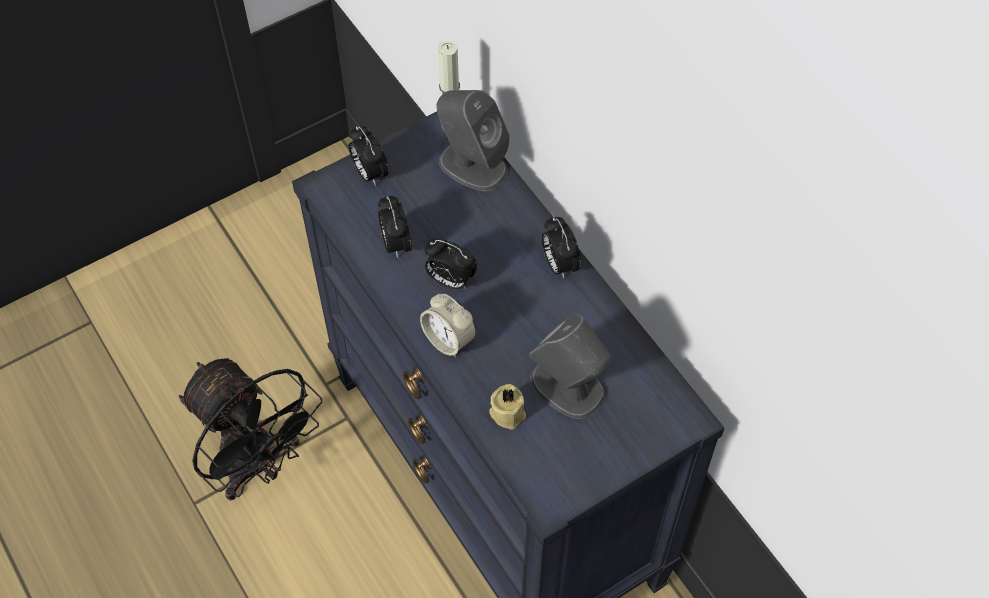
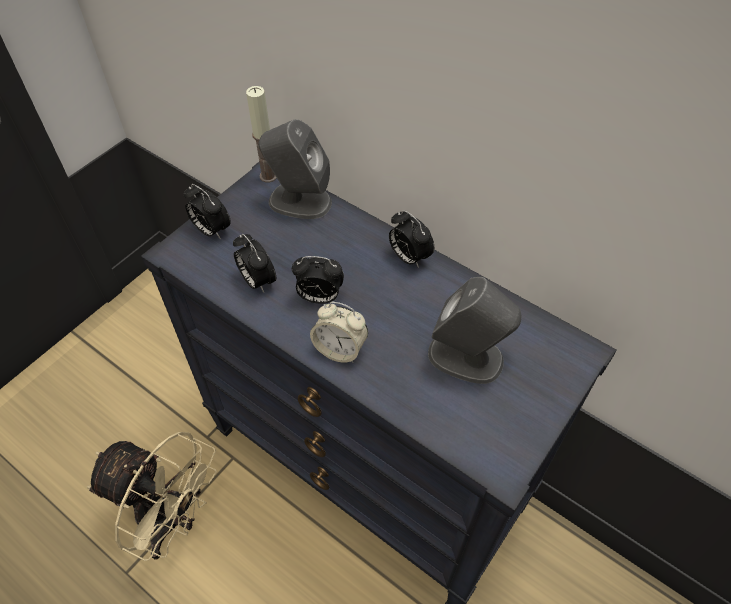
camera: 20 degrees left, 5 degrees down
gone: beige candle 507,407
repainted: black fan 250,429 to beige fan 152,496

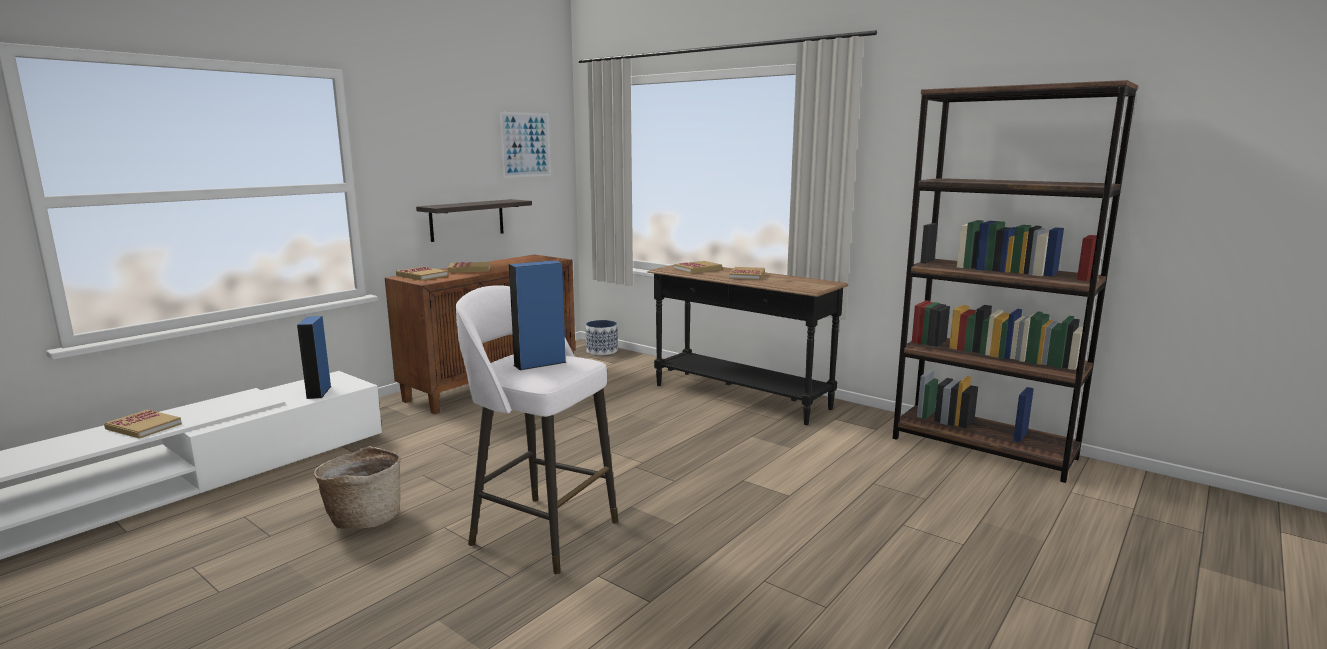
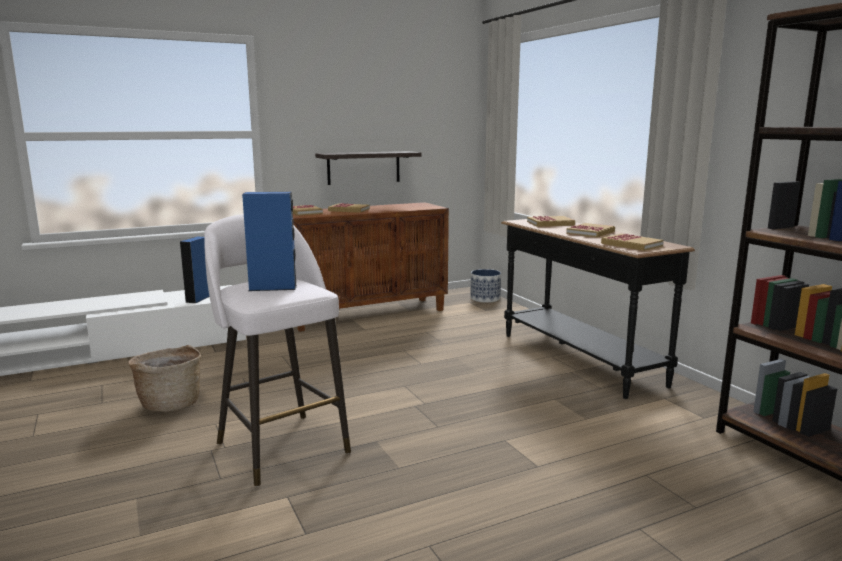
camera: 25 degrees right, 0 degrees up
gone: picture 525,145
shifted: book 143,424 to 632,242

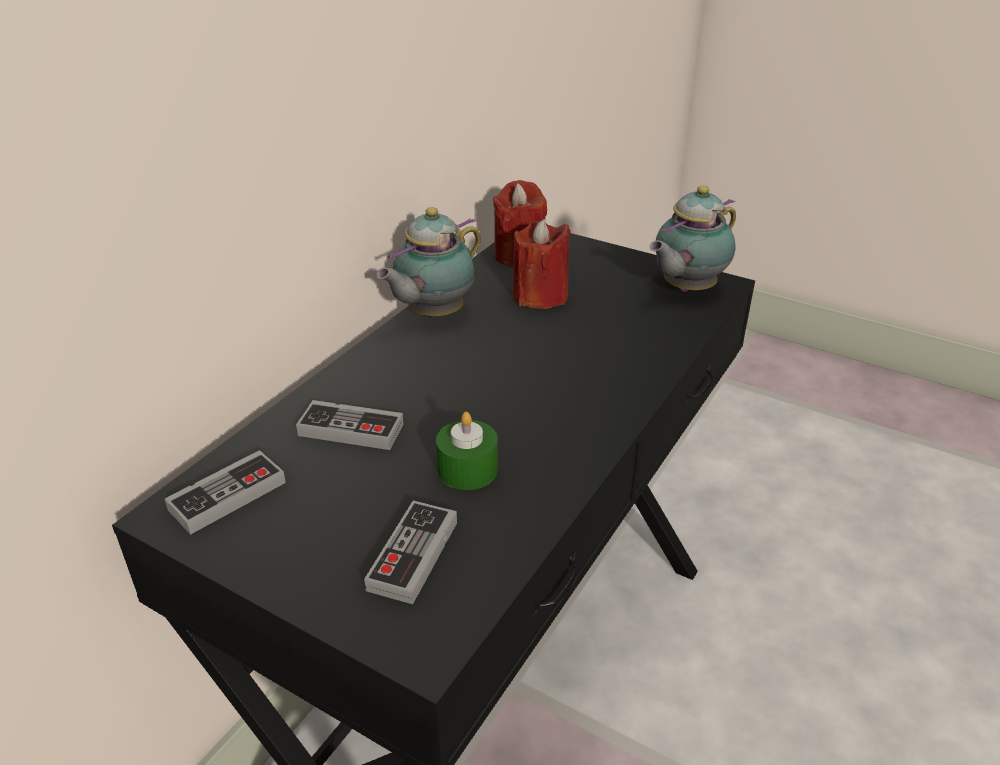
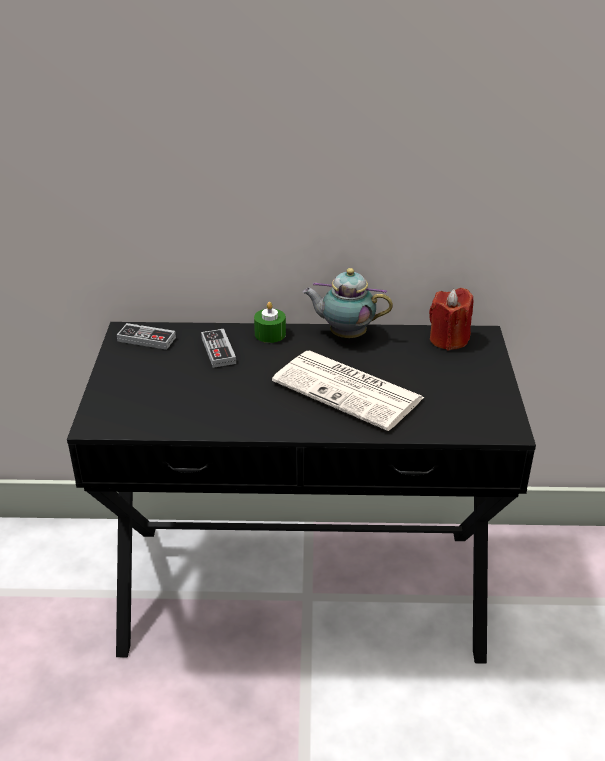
camera: 60 degrees right, 0 degrees up
gone: game controller 410,552; red candle 542,264; teapot 693,238
new: newspaper 348,391
shifted: green candle 467,451 to 270,322

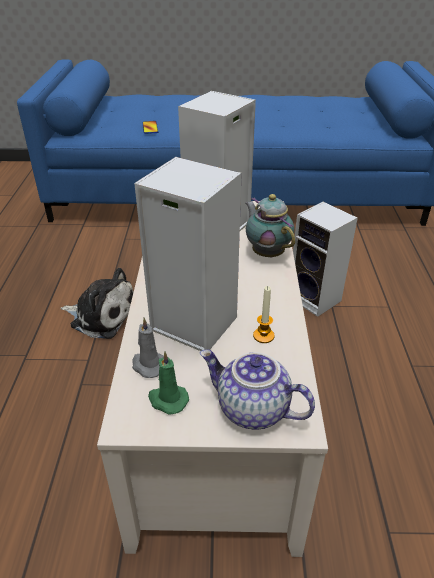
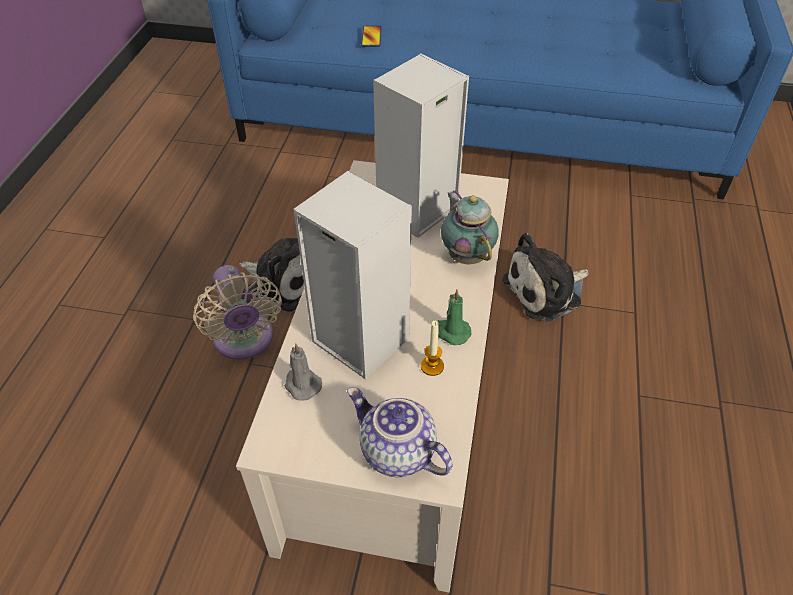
camera: 10 degrees right, 10 degrees up
new: beige fan 237,312
shifted: green candle 168,383 to 454,317
swapped: speaker 325,259 to plush toy 545,277

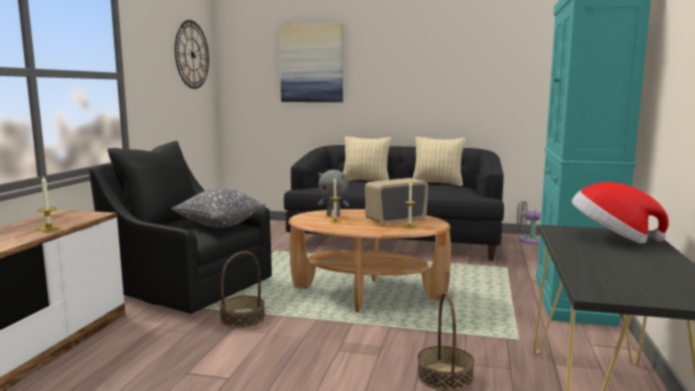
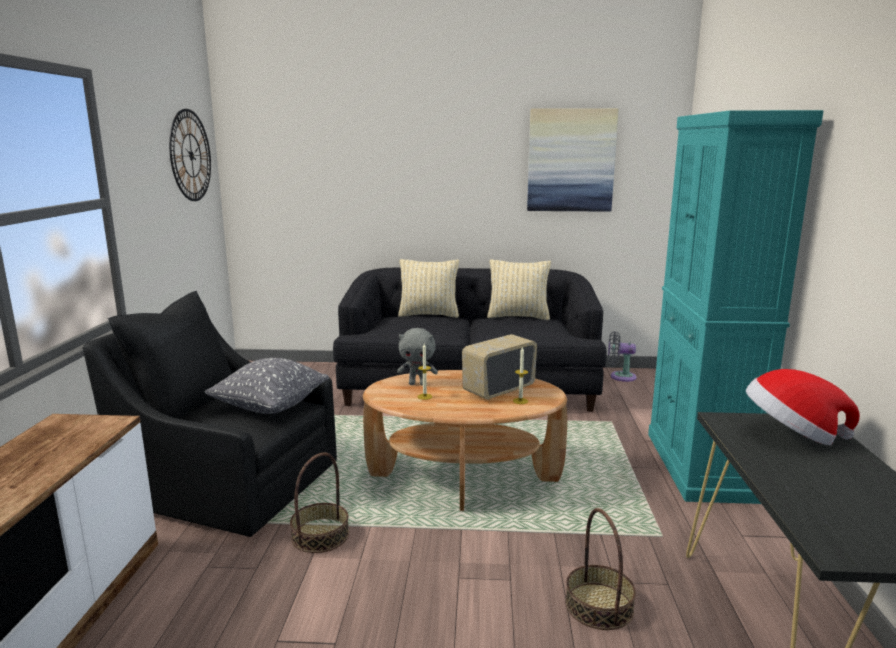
camera: 10 degrees left, 5 degrees up
gone: candle 48,203
shifted: picture 311,63 to 573,160

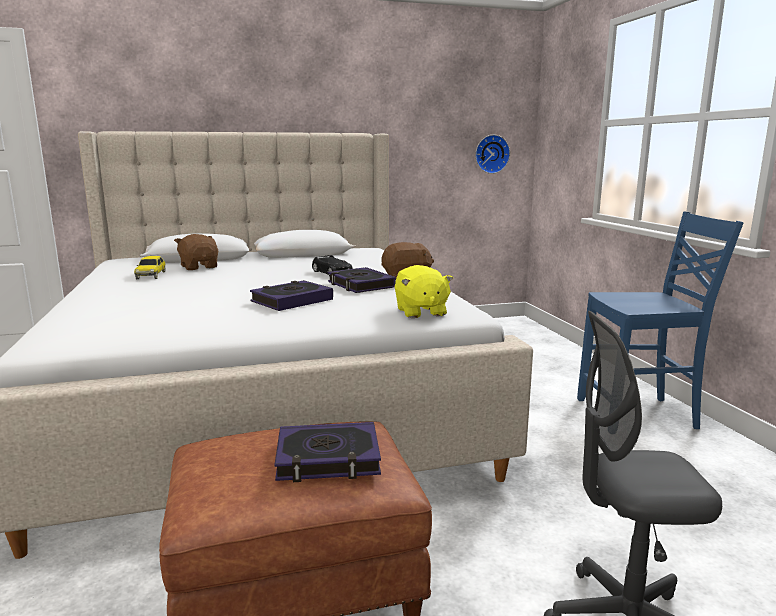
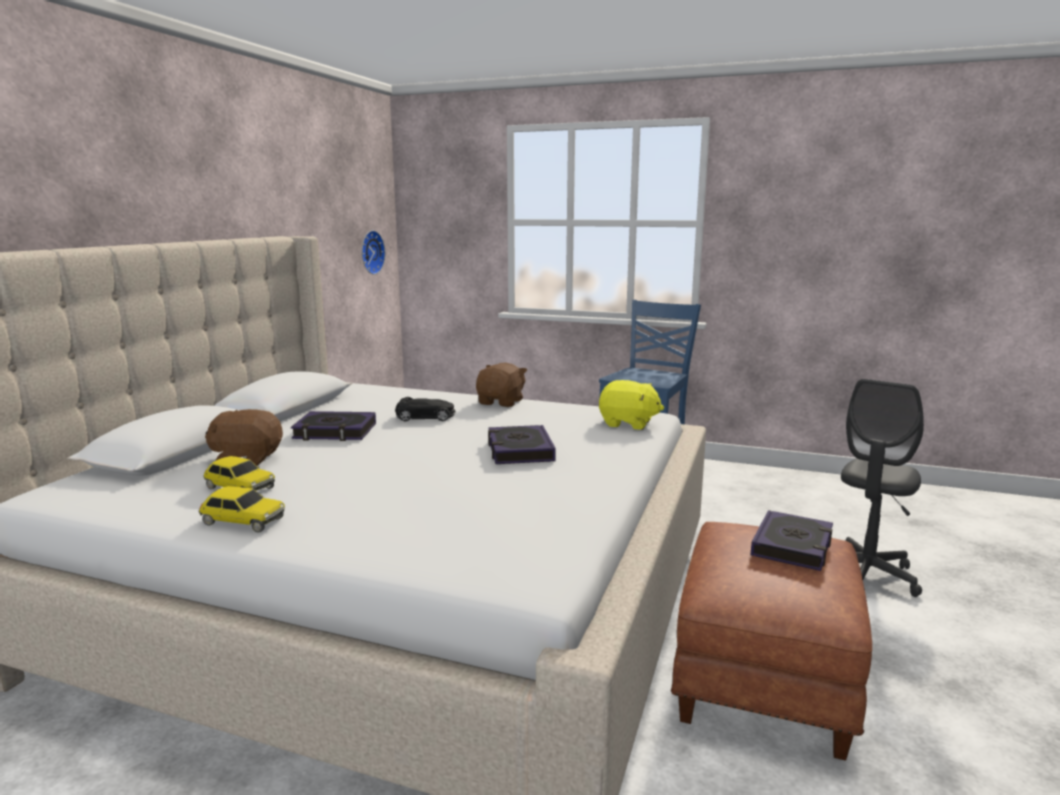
camera: 55 degrees left, 0 degrees up
new: toy car 241,509
shifted: book 362,280 to 333,426

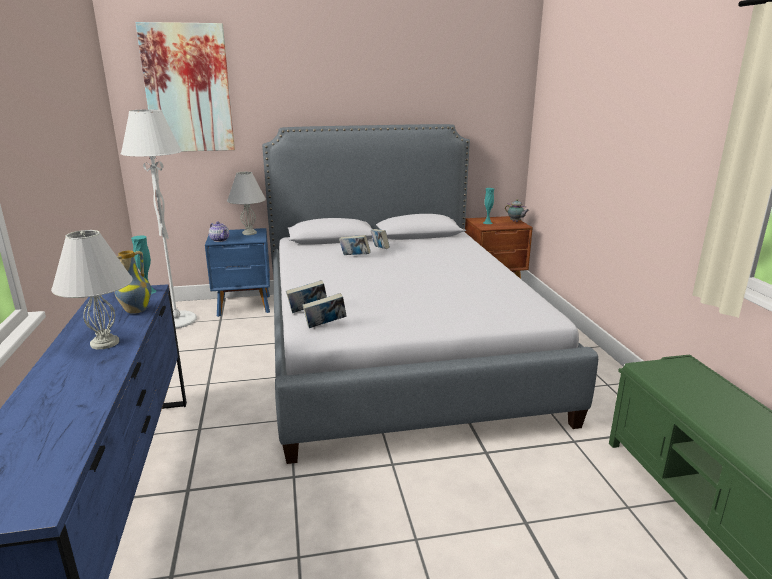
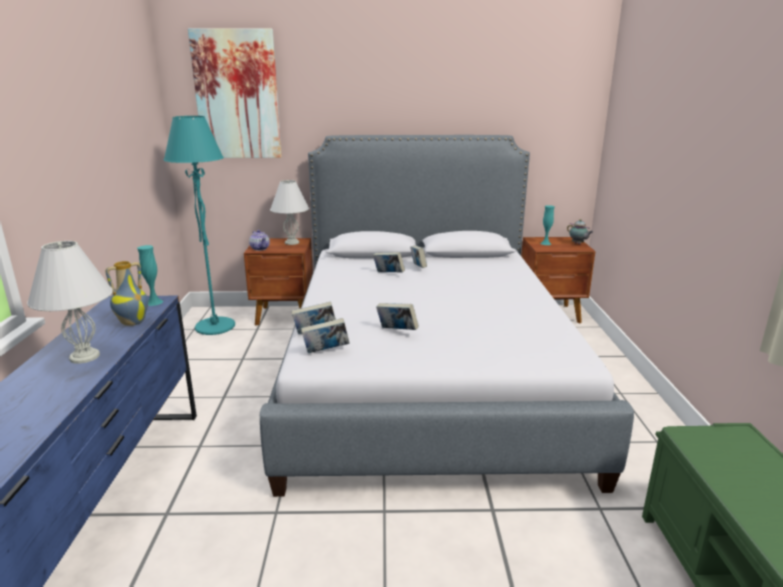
camera: 10 degrees right, 0 degrees up
new: book 397,316
repainted: white floor lamp 159,219 to turquoise floor lamp 199,225; blue nightstand 237,272 to brown nightstand 278,282

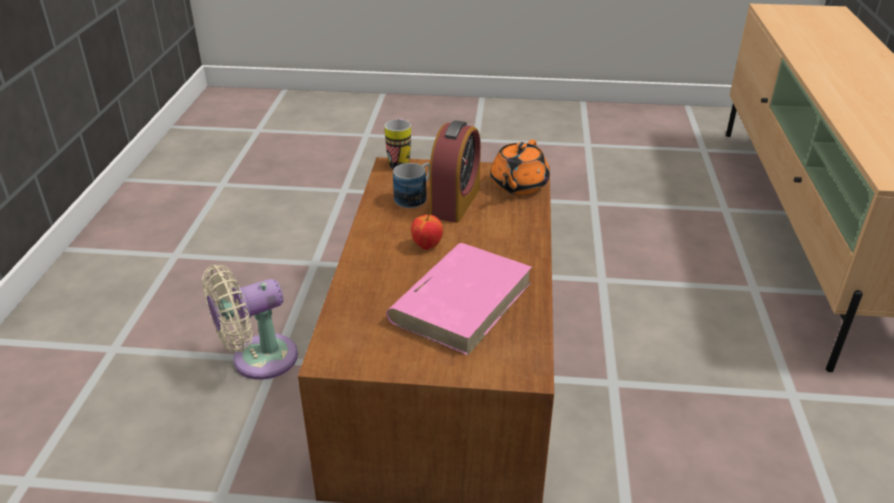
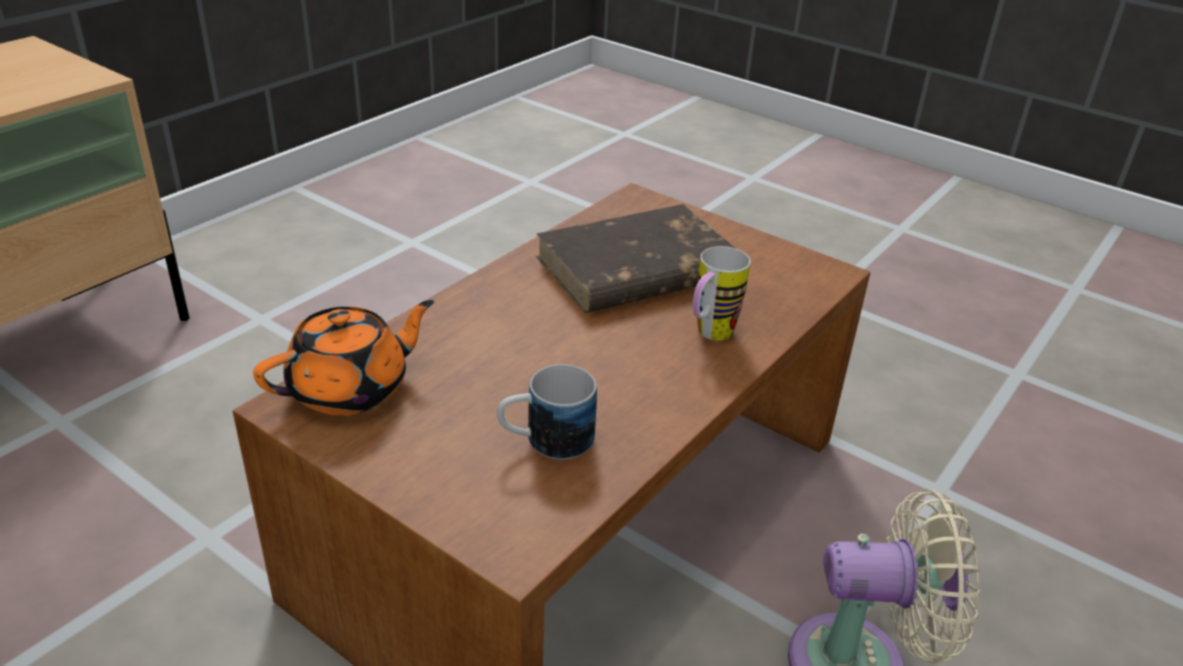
camera: 150 degrees left, 0 degrees up
gone: apple 427,232; alarm clock 455,171
shifted: mug 398,144 to 722,293
repainted: pink book 459,299 to brown book 636,258

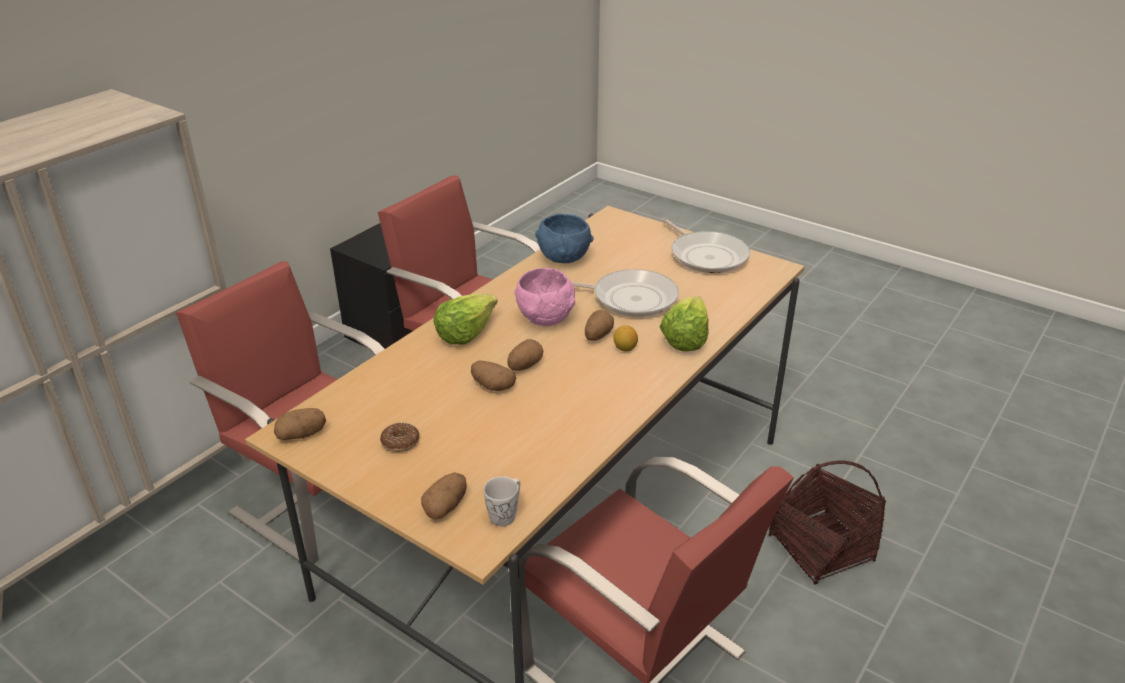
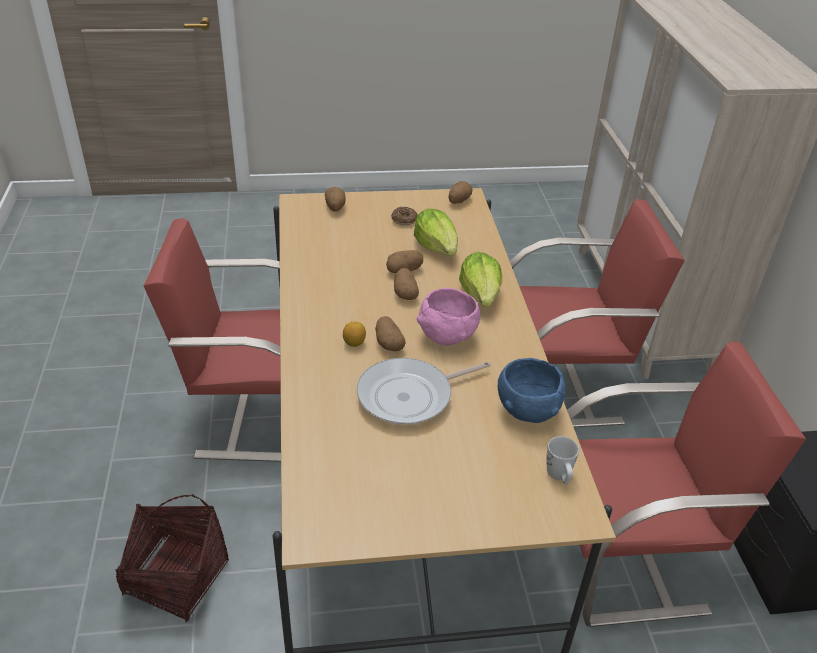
camera: 135 degrees right, 5 degrees up
gone: frying pan 706,245
shifted: white mug 502,501 to 562,460; lettuce 684,324 to 436,232

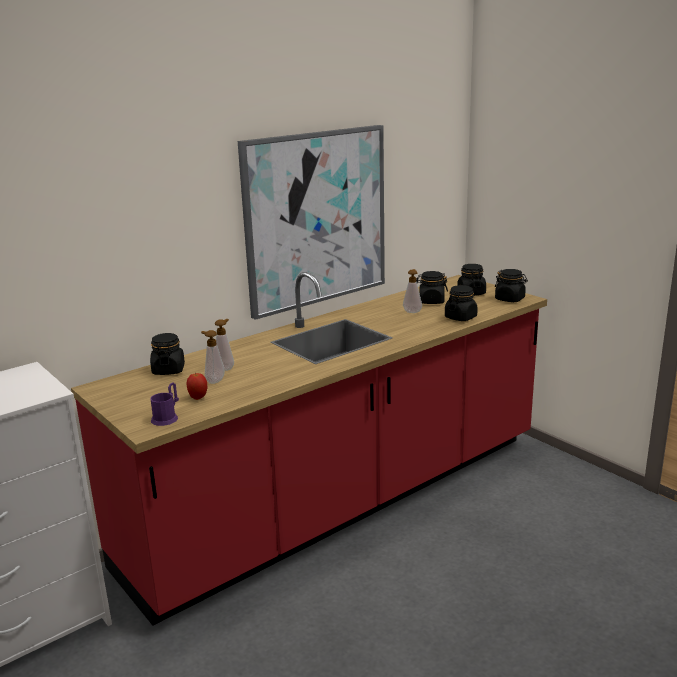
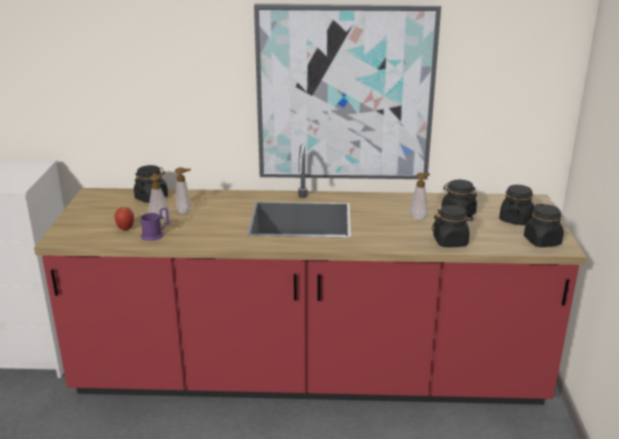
camera: 40 degrees right, 5 degrees up
shifted: purple mug 164,404 to 155,224

